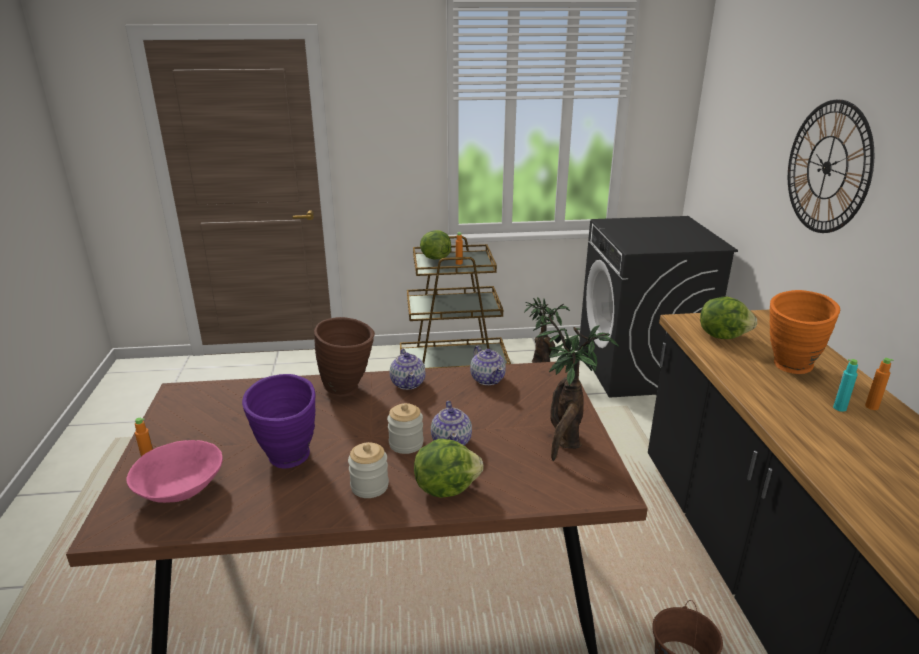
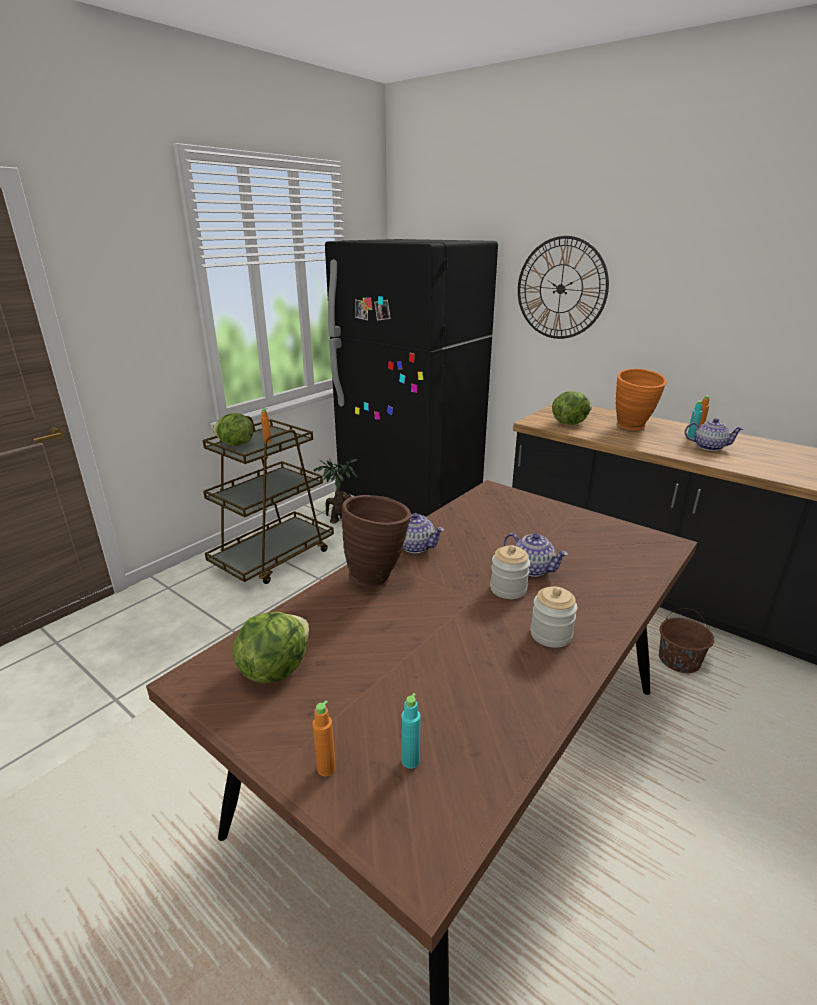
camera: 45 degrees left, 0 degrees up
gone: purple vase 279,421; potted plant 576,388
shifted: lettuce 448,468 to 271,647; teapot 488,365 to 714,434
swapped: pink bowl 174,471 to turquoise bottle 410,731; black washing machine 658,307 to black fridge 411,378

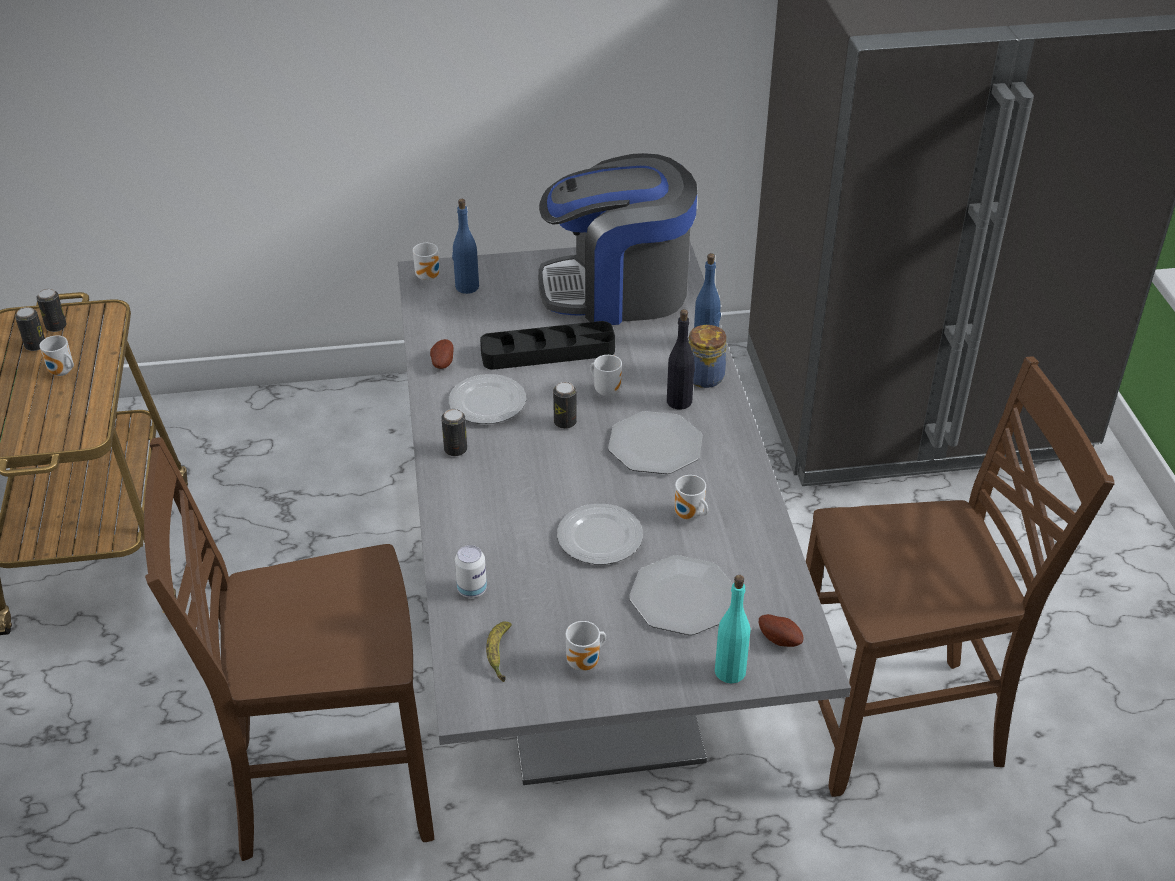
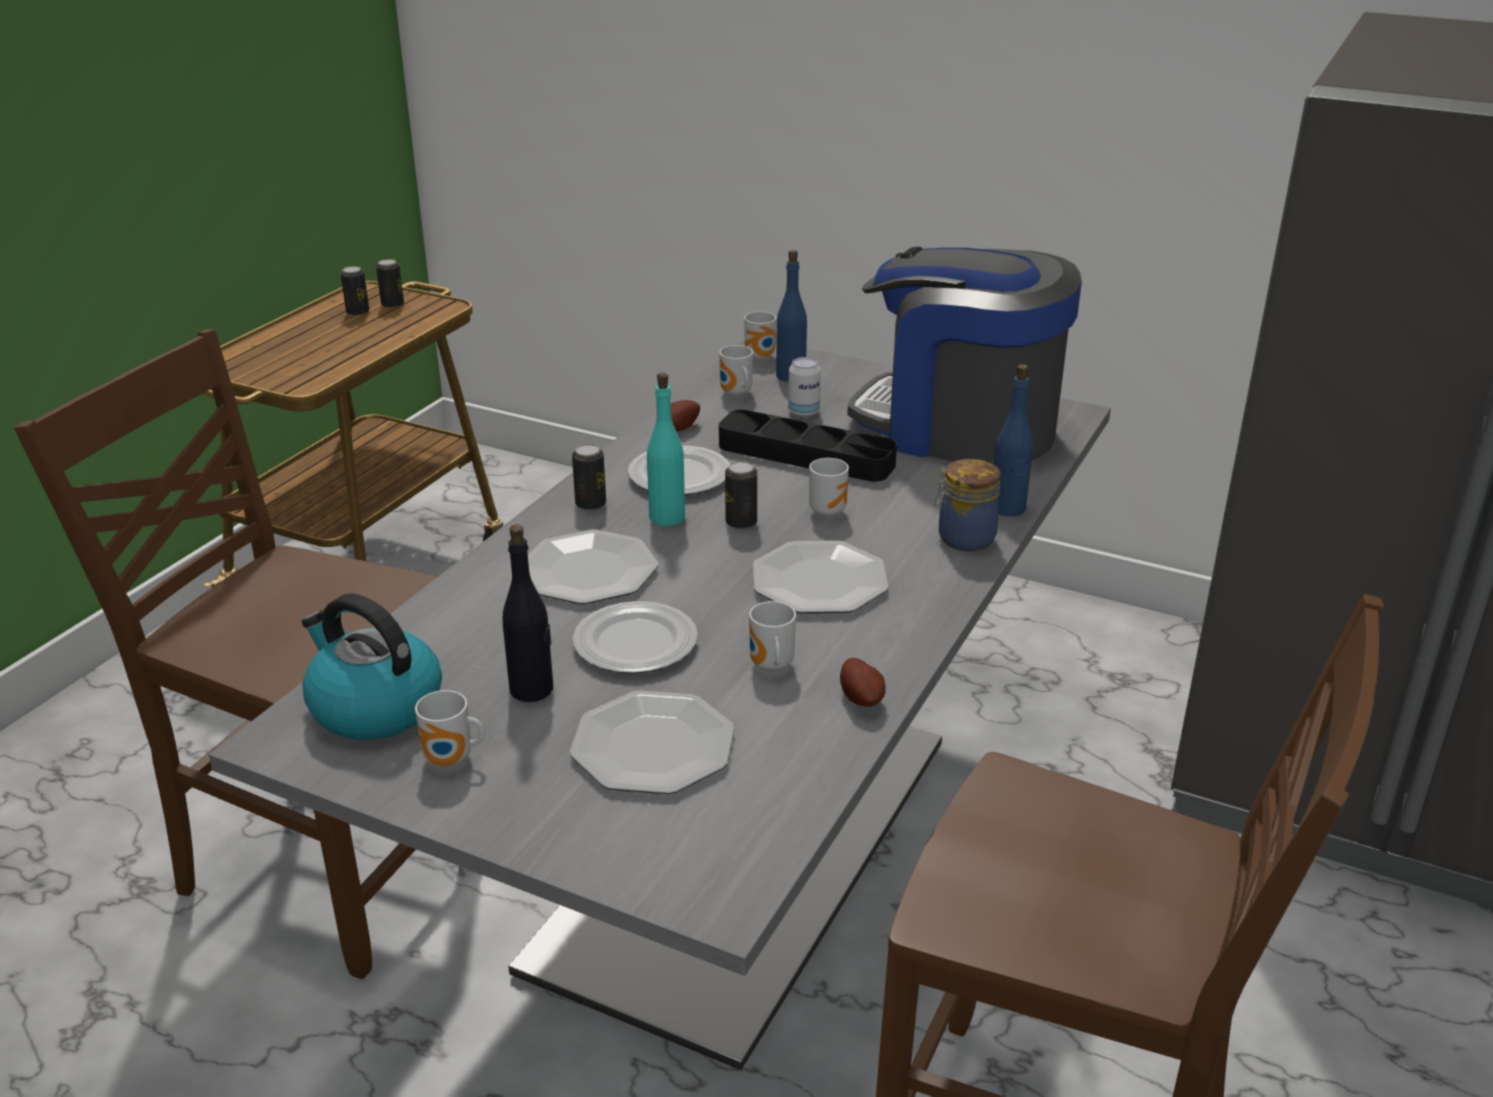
camera: 35 degrees right, 10 degrees down
new: plate 593,567
shifted: mug 57,356 to 736,370; can 471,571 to 804,387; black bottle 681,359 to 528,613; turquoise bottle 732,629 to 666,449; potato 780,630 to 863,682
swapped: banana 499,652 to kettle 372,666

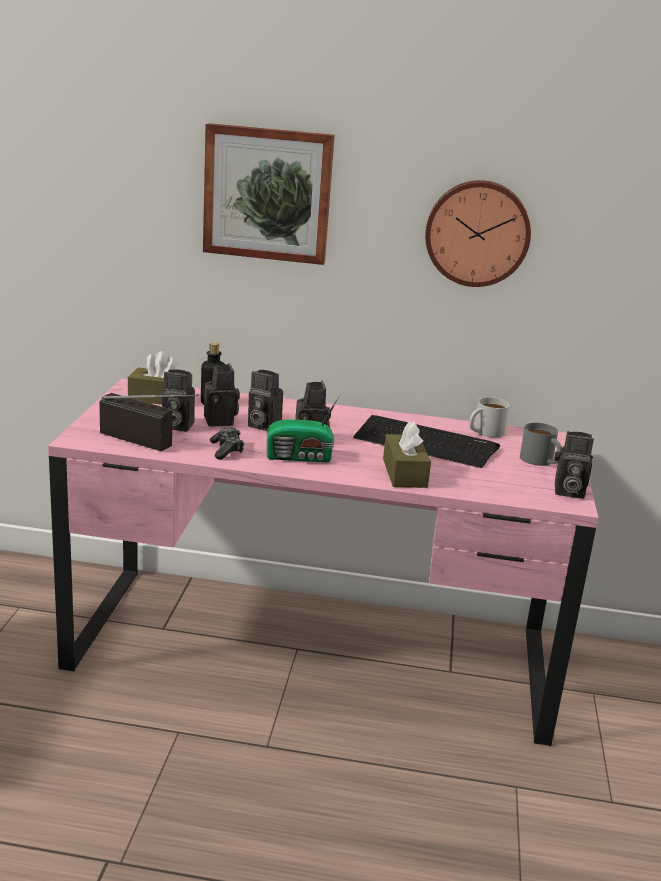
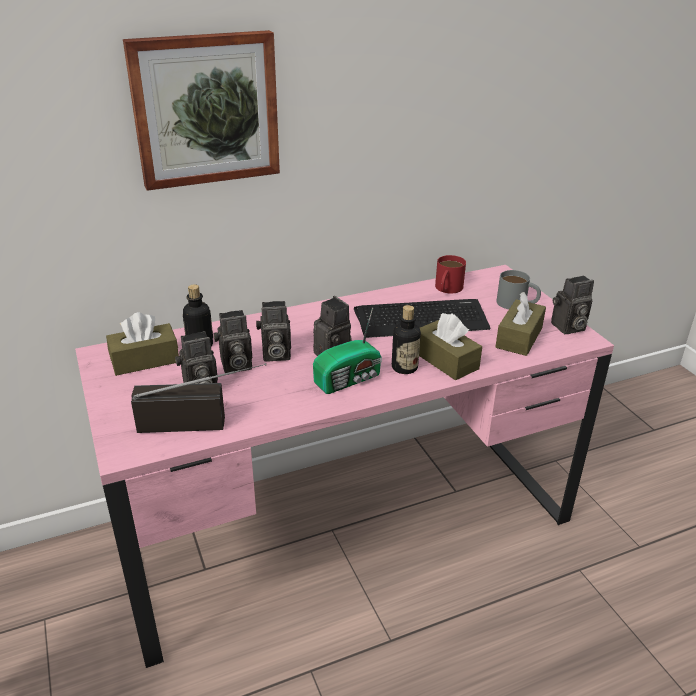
camera: 30 degrees left, 10 degrees up
gone: game controller 227,443; wall clock 478,233
new: bottle 406,339; brown tissue box 521,324
repainted: white mug 489,417 to red mug 450,274
rotated: photo camera 222,395 = 233,341 120 degrees clockwise

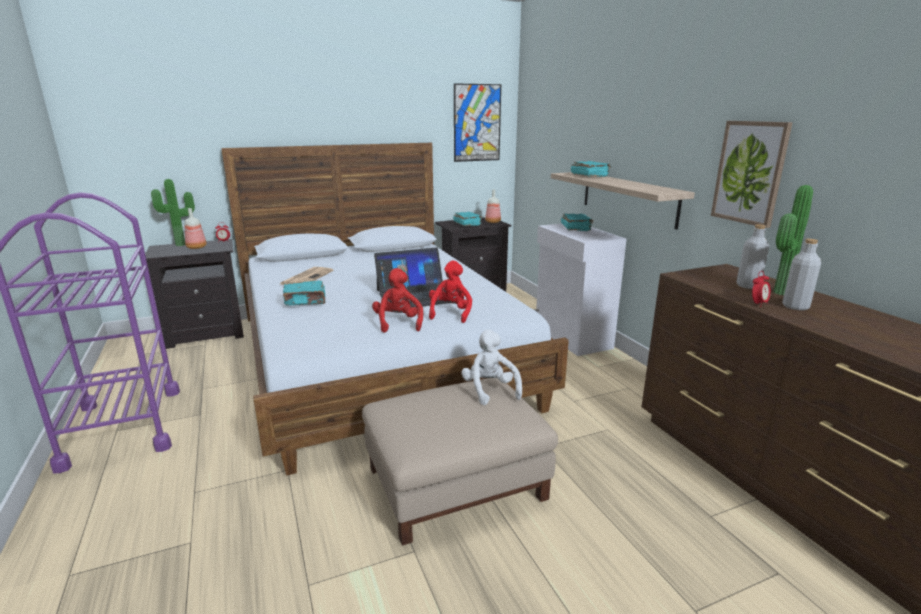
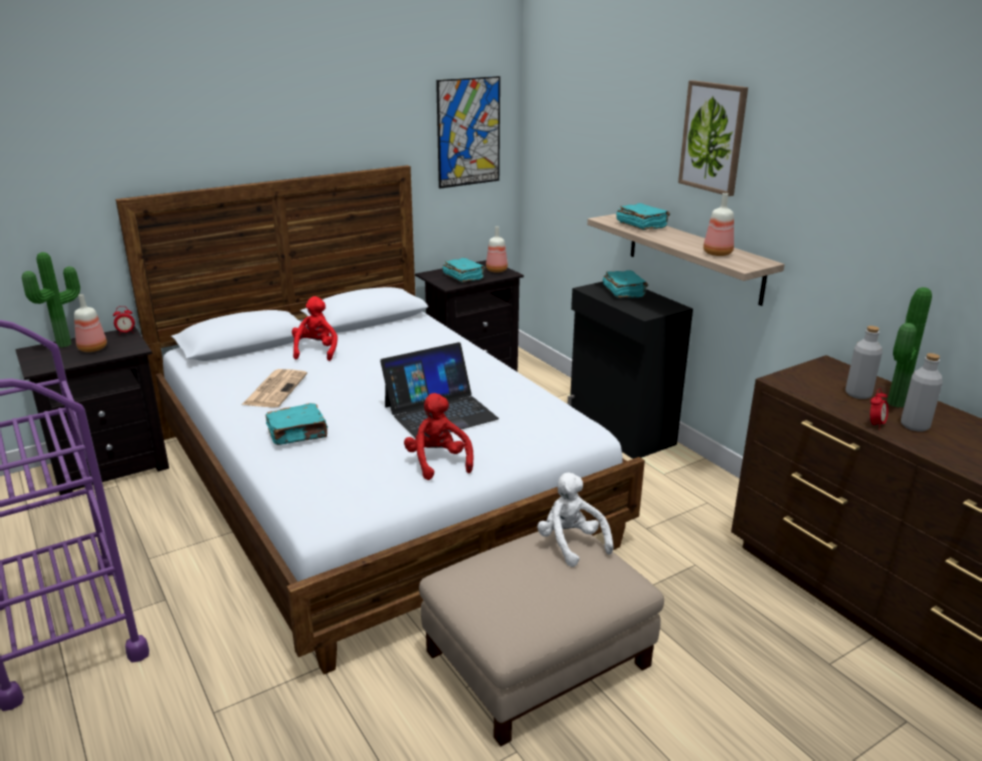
camera: 10 degrees left, 5 degrees up
new: bottle 718,224
shifted: red plush toy 450,292 to 315,328; picture 752,174 to 713,138
repainted: white cabinet 580,290 to black cabinet 630,370

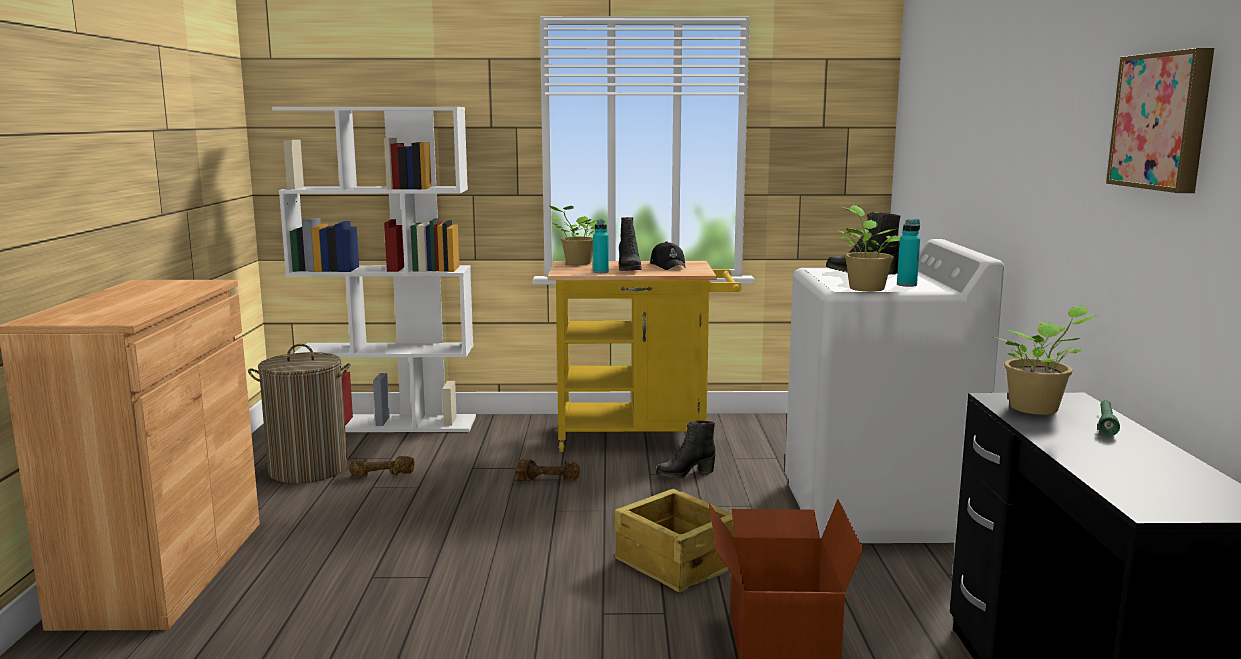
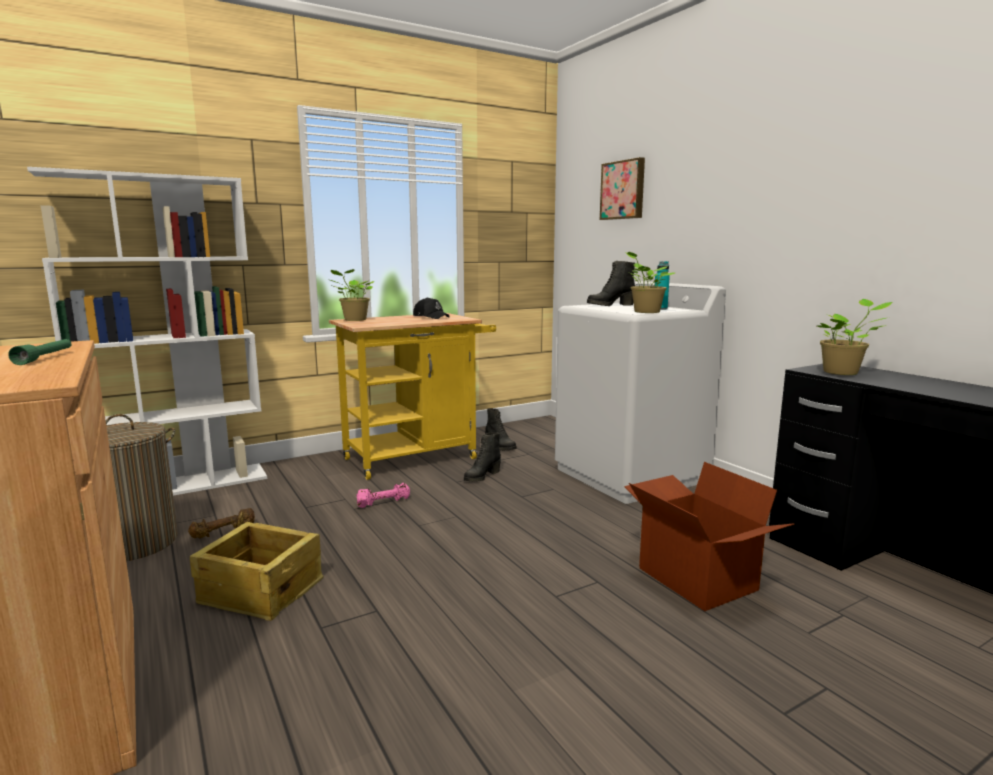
camera: 30 degrees left, 0 degrees up
gone: turquoise bottle 601,246
shifted: crate 674,540 to 256,571; black boot 630,244 to 501,429; green flashlight 1109,418 to 39,352; picture 1160,120 to 622,188
repainted: brown dumbbell 548,470 to pink dumbbell 383,495

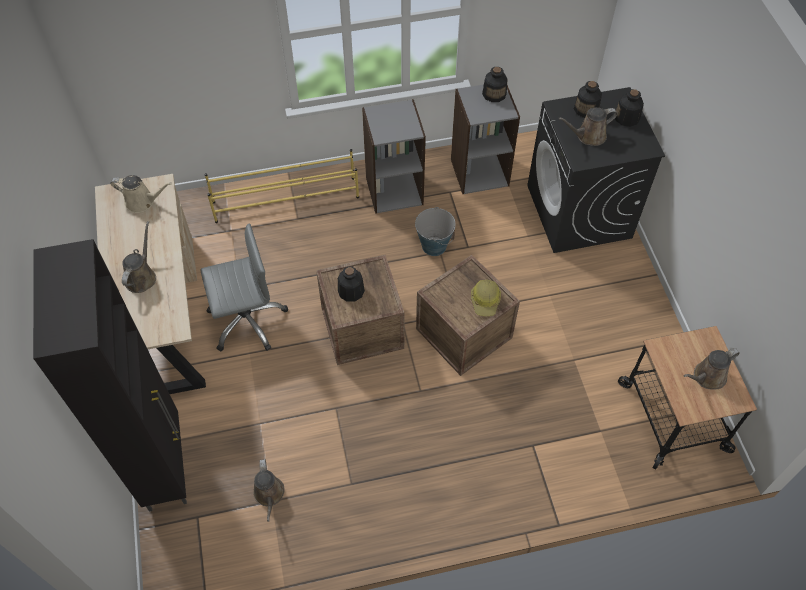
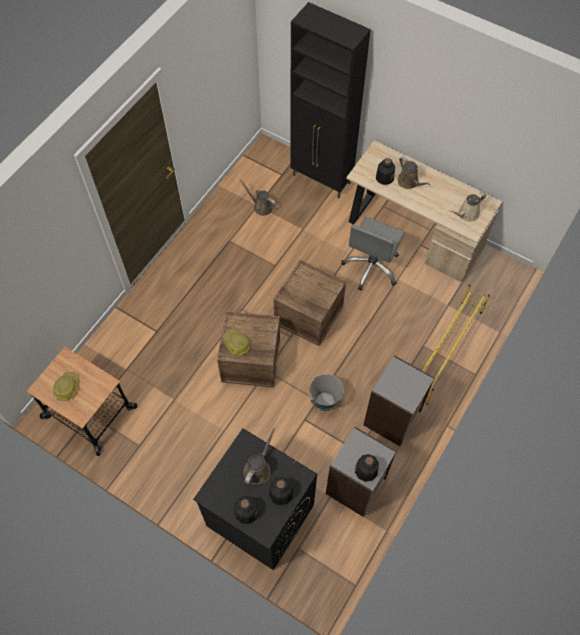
camera: 135 degrees right, 5 degrees up
shifted: bottle 351,284 to 385,171
swapped: brown watering can 711,369 to hard hat 66,386

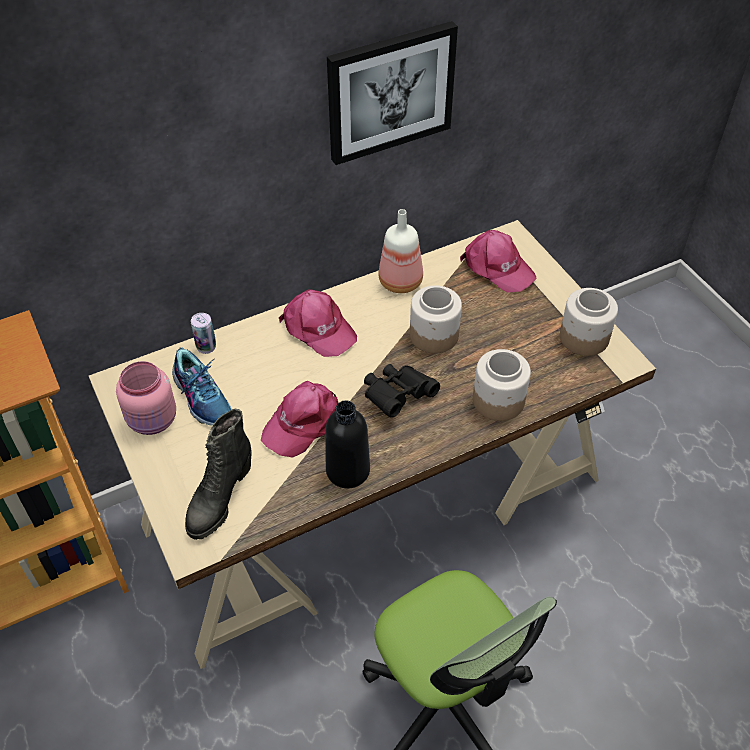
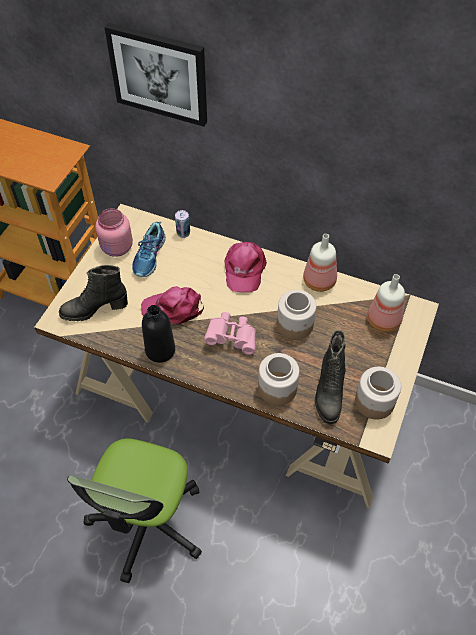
camera: 50 degrees right, 5 degrees up
new: black boot 330,377
shifted: picture 392,93 to 155,75
swapped: pink cap 498,261 to bottle 386,303
repainted: black binoculars 402,390 to pink binoculars 230,333

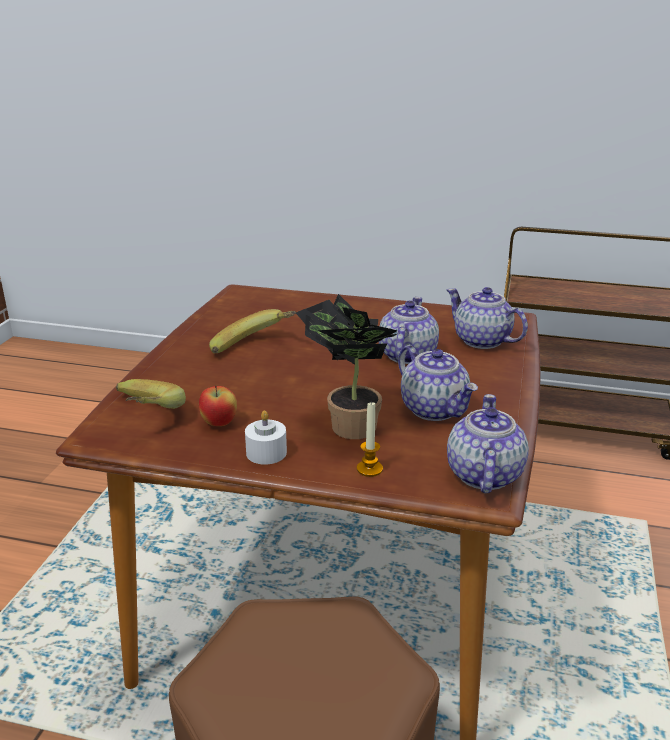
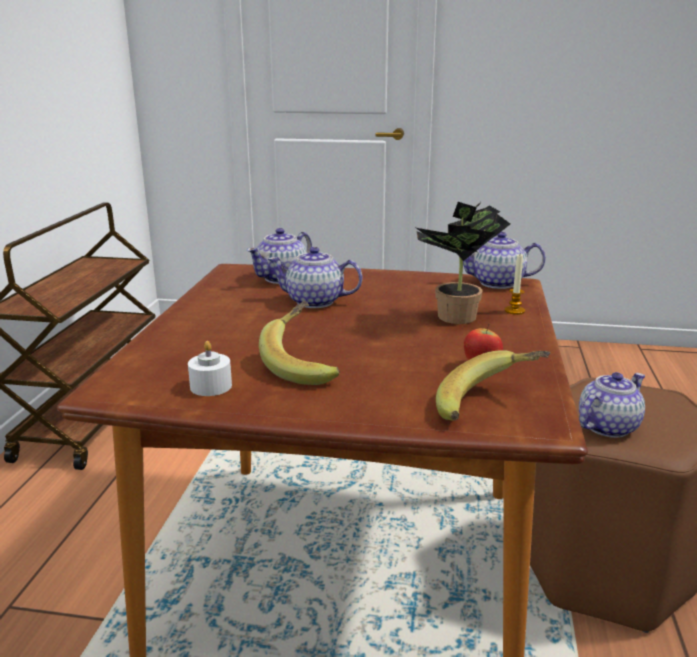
camera: 95 degrees left, 5 degrees down
shifted: white candle 266,438 to 210,368; teapot 438,383 to 612,405

